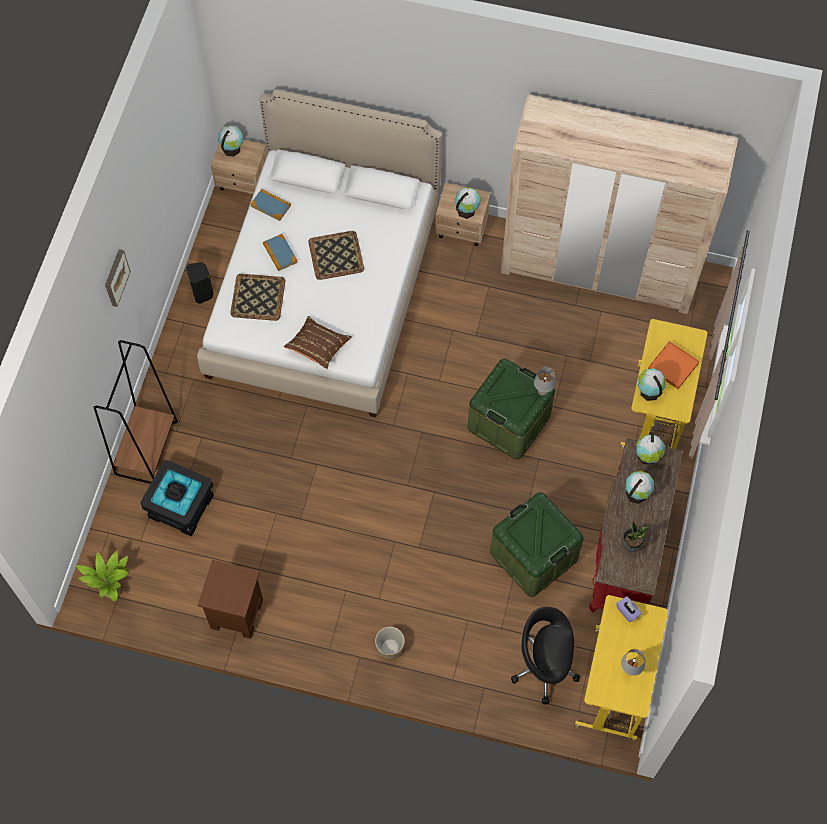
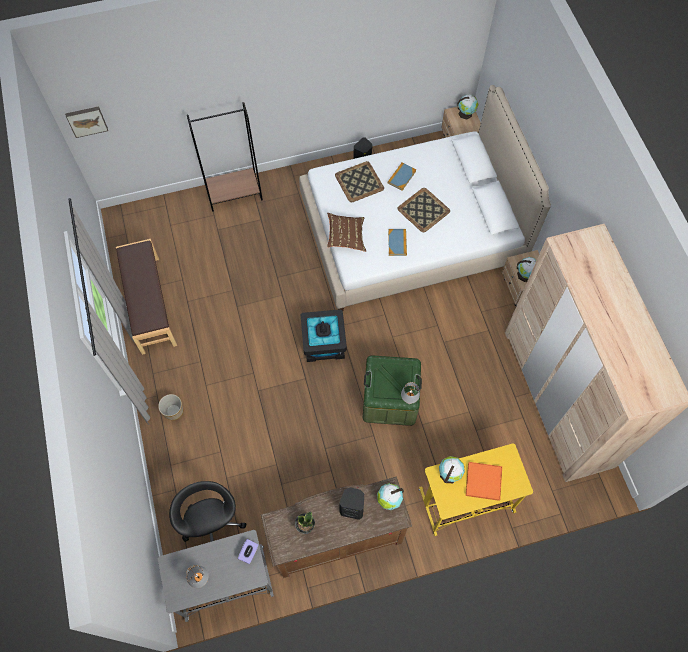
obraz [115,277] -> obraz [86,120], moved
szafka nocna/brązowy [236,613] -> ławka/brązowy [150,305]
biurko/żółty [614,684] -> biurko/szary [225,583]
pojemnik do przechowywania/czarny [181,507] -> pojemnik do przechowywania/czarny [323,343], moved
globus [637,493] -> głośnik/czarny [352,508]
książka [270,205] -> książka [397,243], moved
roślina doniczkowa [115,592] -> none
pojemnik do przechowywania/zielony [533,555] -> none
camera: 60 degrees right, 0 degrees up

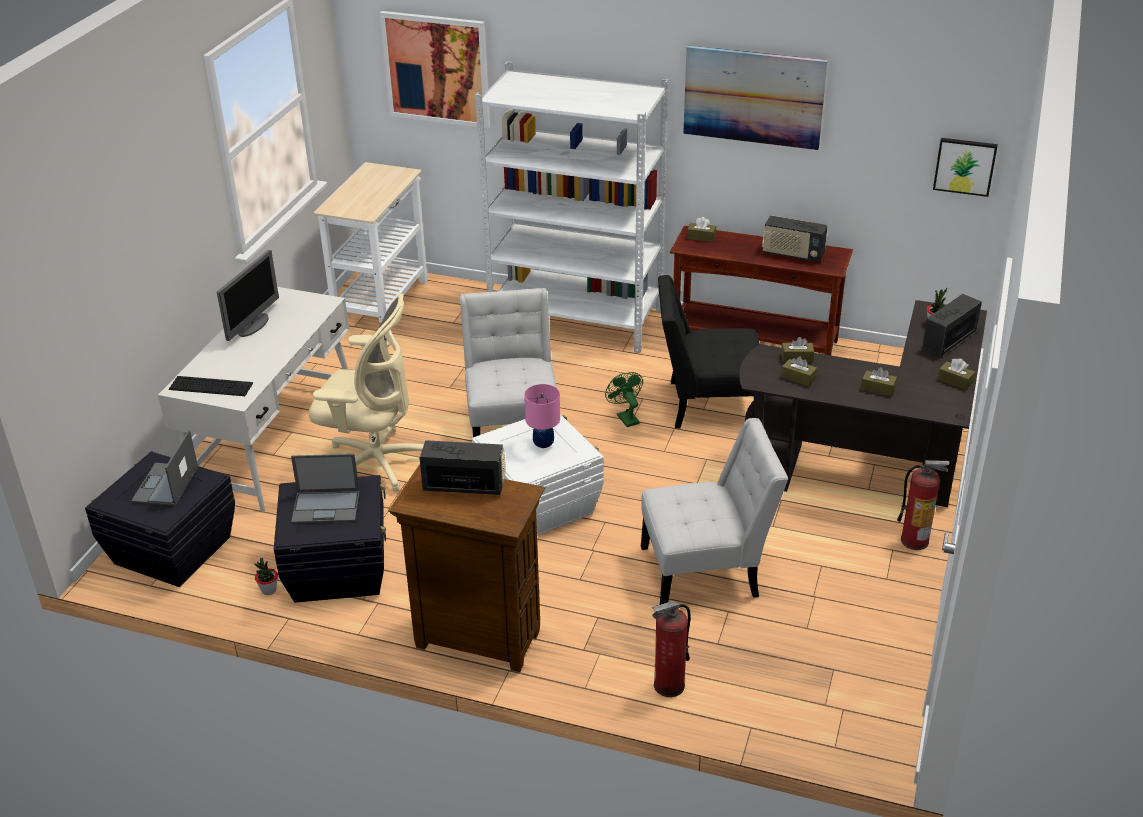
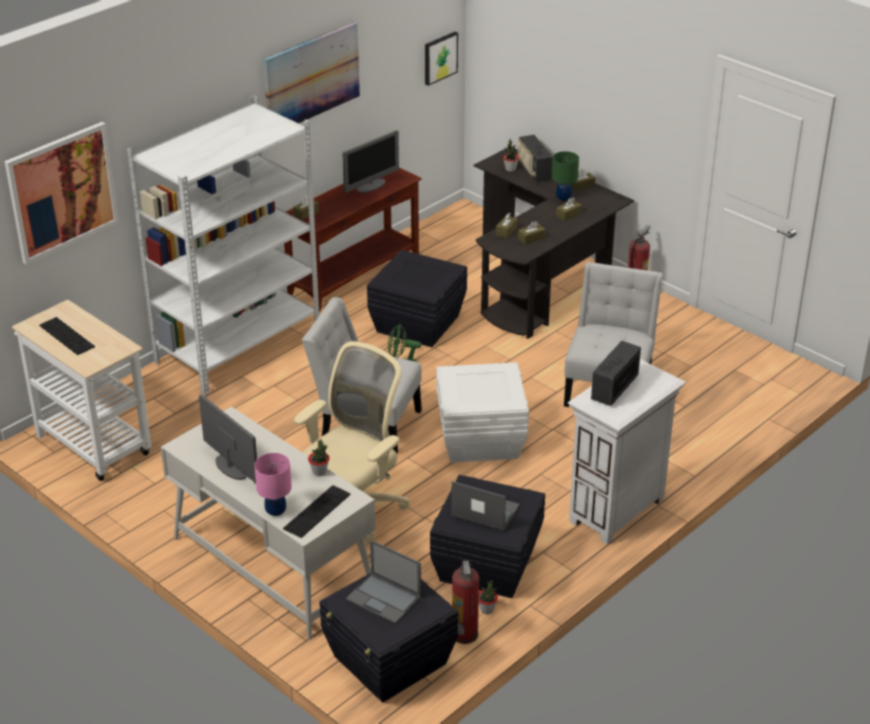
none -> klawiatura [66,336]
lampa stołowa/różowy [544,443] -> lampa stołowa/różowy [275,510], moved
none -> roślina doniczkowa [319,472]
radio [792,254] -> monitor [371,186]
krzesło/czarny [707,404] -> pojemnik do przechowywania/czarny [417,323]
laptop [327,507] -> laptop [484,510], 90 degrees counterclockwise
gaśnica [669,685] -> gaśnica [465,634], moved
none -> lampa stołowa/zielony [562,198]
szafka/brązowy [476,640] -> szafka/biały [616,512]
camera: 65 degrees left, 0 degrees up

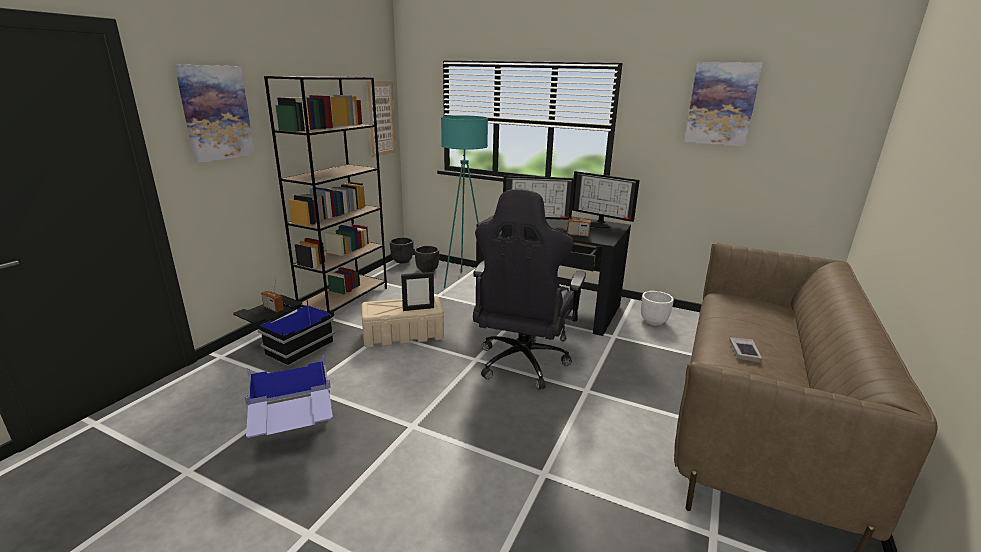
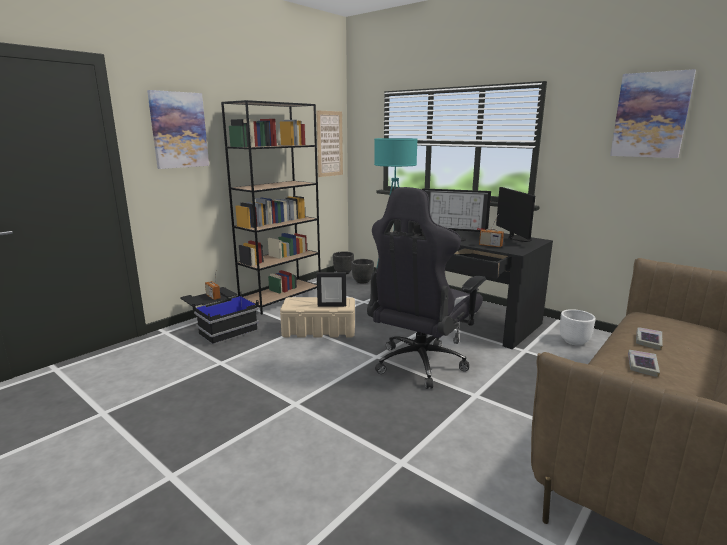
monitor [598,224] -> monitor [517,238], 150 degrees counterclockwise
none -> książka [648,341]
pojemnik do przechowywania/niebieski [294,429] -> none
camera: 15 degrees right, 5 degrees down

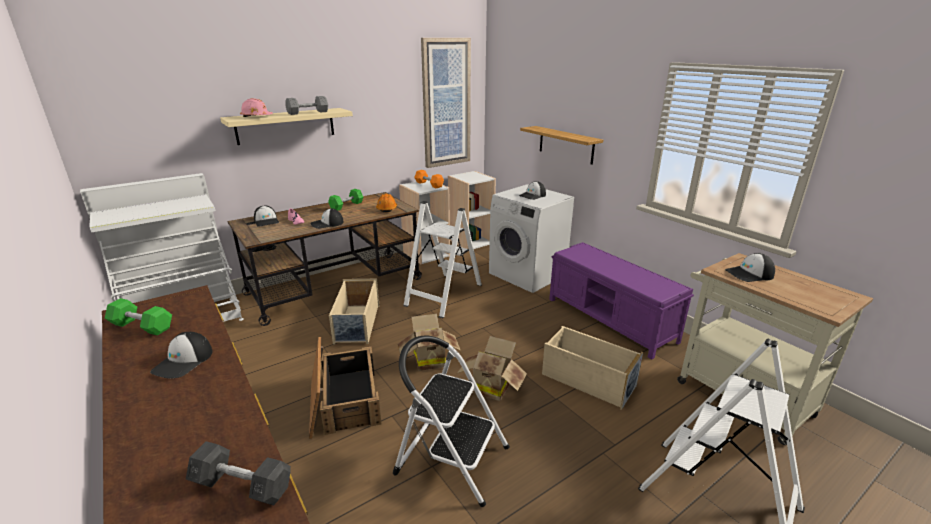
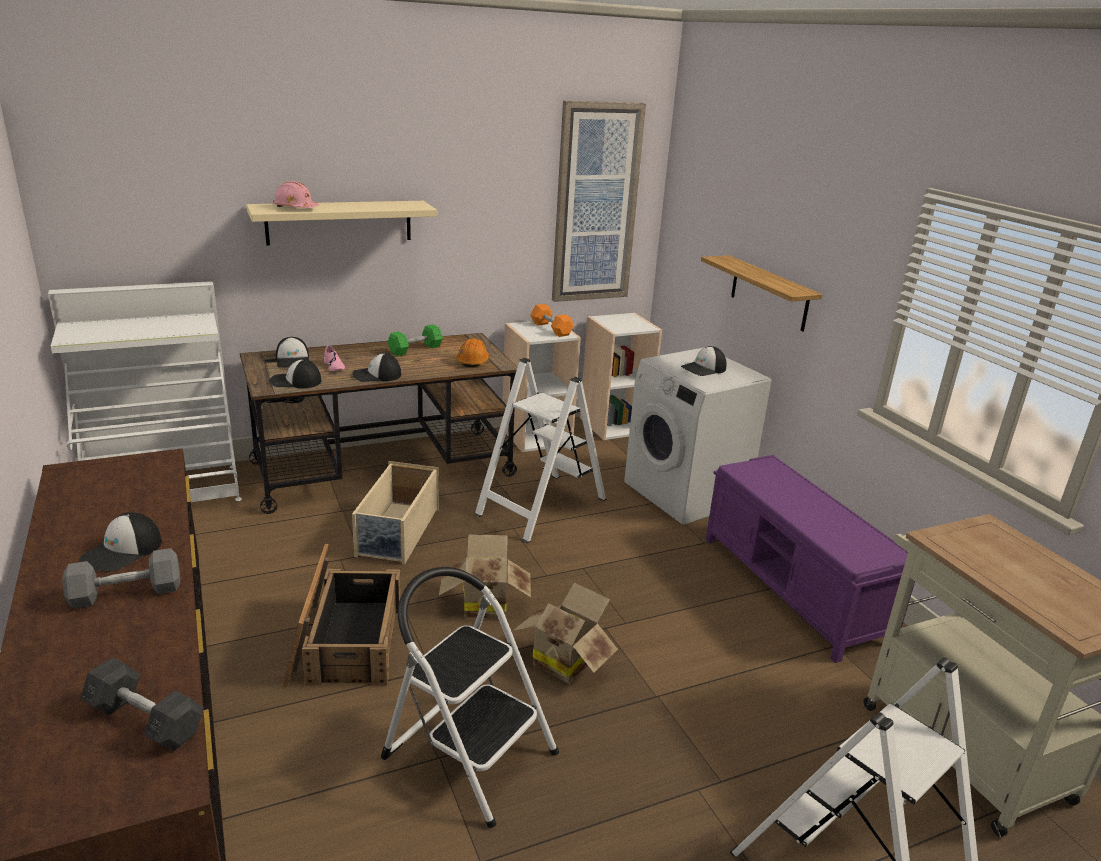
hantel/szary [308,112] -> hantel/szary [126,593], moved
czapka z daszkiem [749,274] -> czapka z daszkiem [295,381], moved
hantel/zielony [142,326] -> none
pojemnik do przechowywania/beżowy [587,380] -> none
camera: 10 degrees right, 0 degrees up

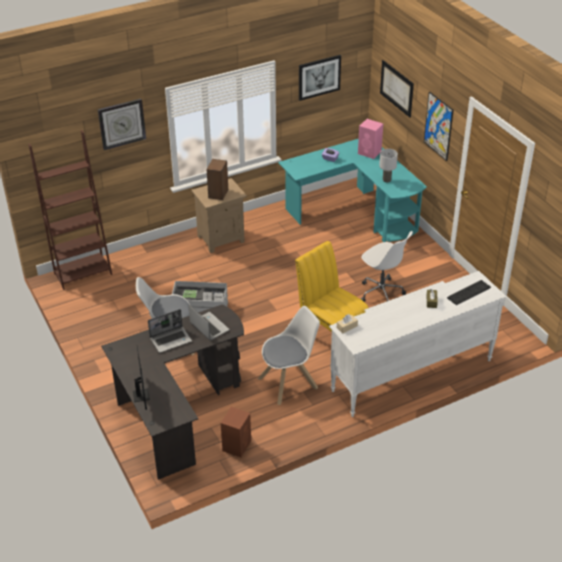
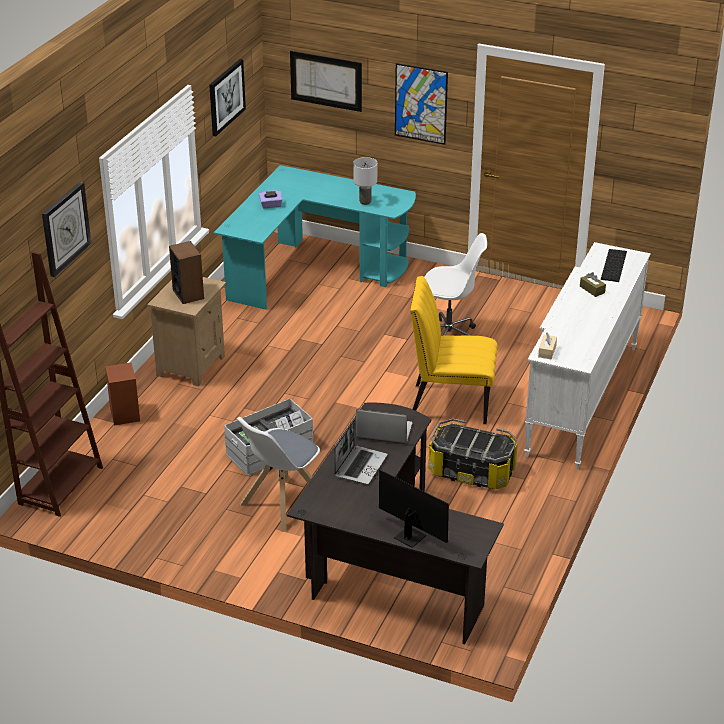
głośnik/brązowy [237,445] -> głośnik/brązowy [125,414], moved
krzesło [289,382] -> pojemnik do przechowywania [472,471]
głośnik/różowy [370,153] -> none
camera: 40 degrees left, 5 degrees down

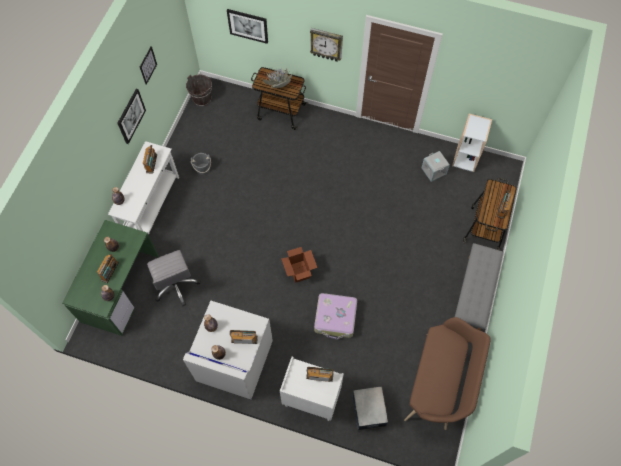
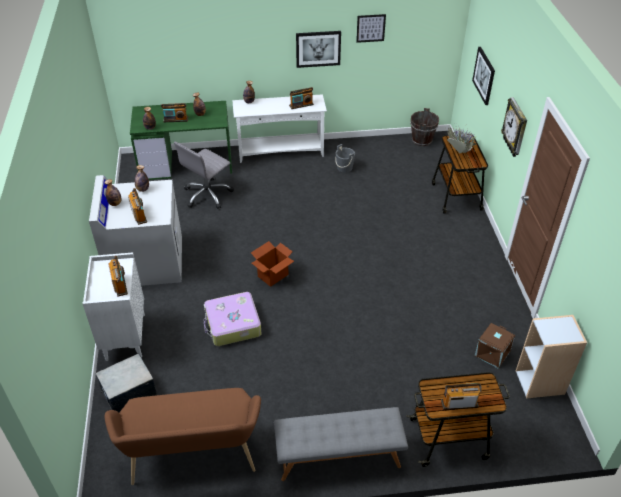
pojemnik do przechowywania/szary [434,171] -> pojemnik do przechowywania/brązowy [492,354]
camera: 65 degrees right, 20 degrees down

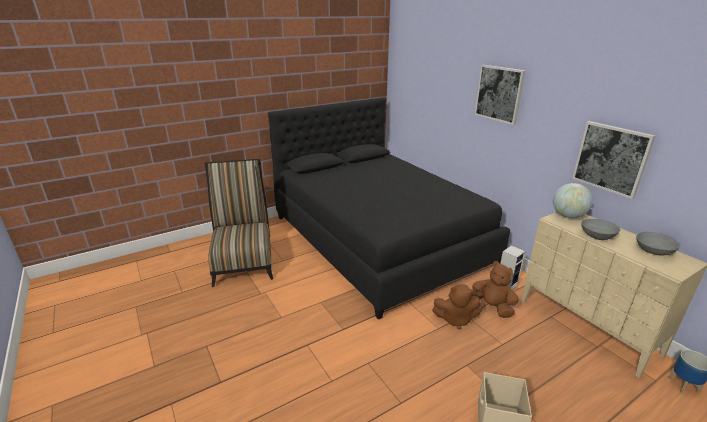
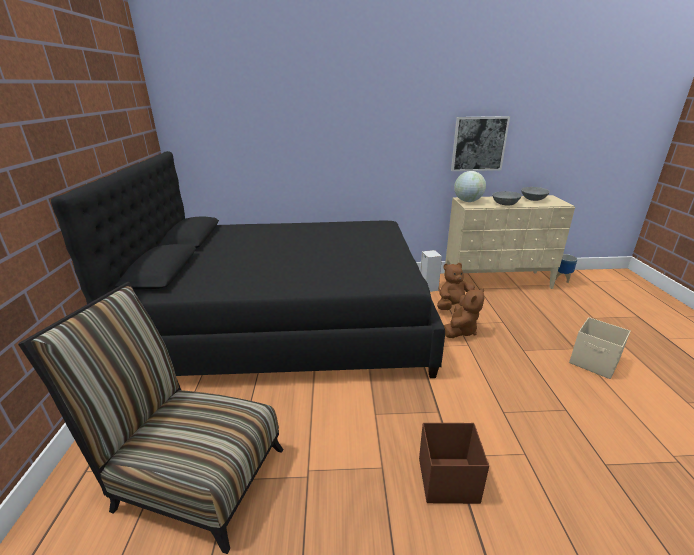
none -> pojemnik do przechowywania/brązowy [446,480]
obraz [499,93] -> none
camera: 60 degrees left, 0 degrees up

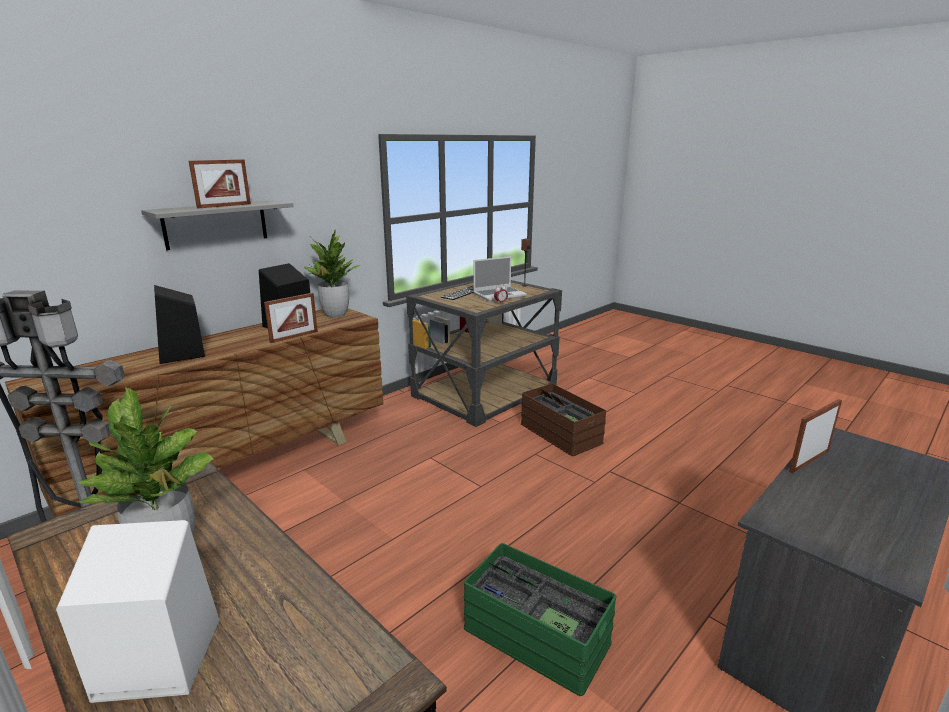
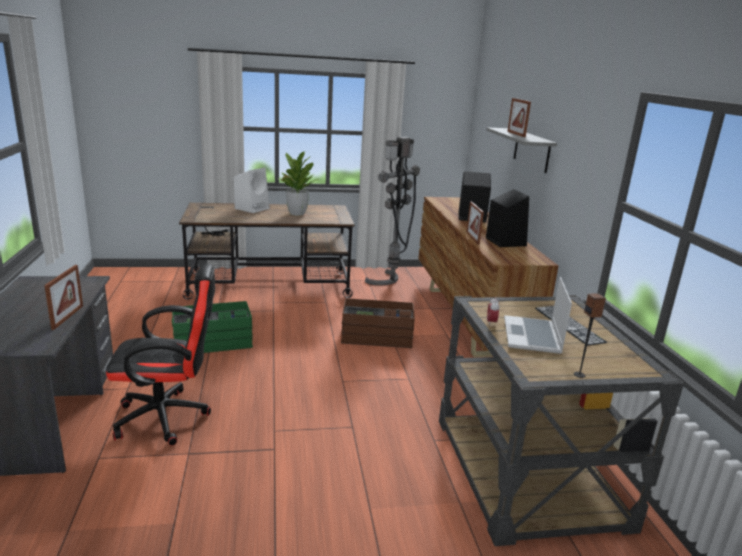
none -> krzesło biurowe/czarny [169,418]
pojemnik do przechowywania/brązowy [559,433] -> pojemnik do przechowywania/brązowy [377,336], moved
roślina doniczkowa [335,314] -> none
camera: 125 degrees right, 0 degrees up

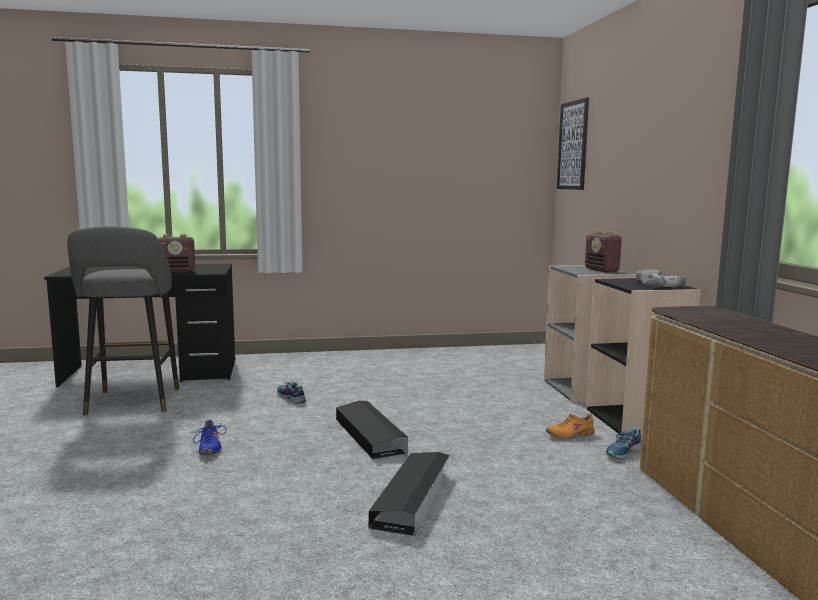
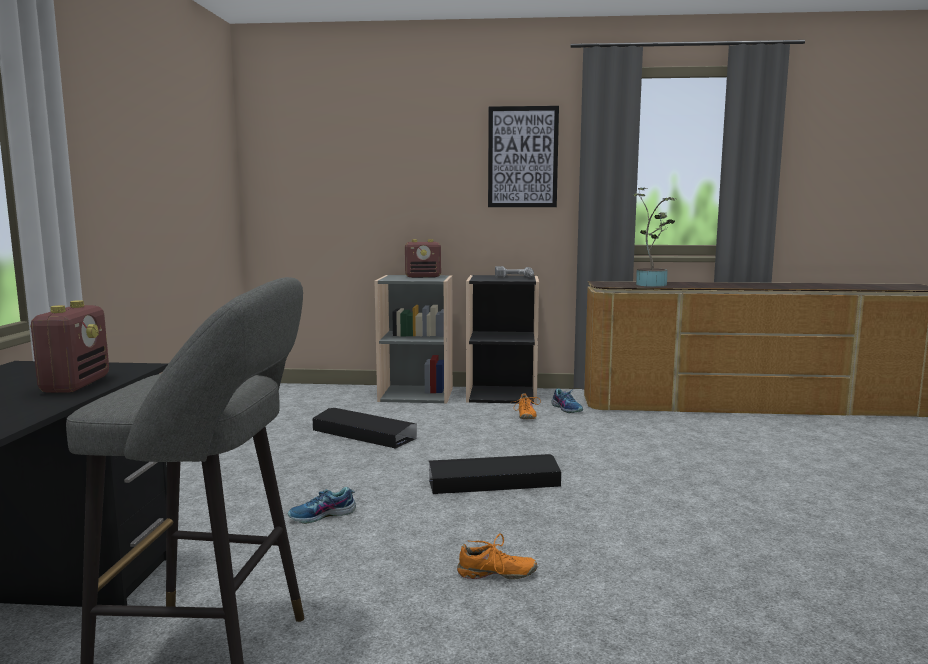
pojemnik do przechowywania/czarny [413,498] -> pojemnik do przechowywania/czarny [363,434], moved
but/niebieski [209,448] -> but/pomarańczowy [496,574]
obraz [573,145] -> obraz [522,157], moved
none -> roślina doniczkowa [652,284]
camera: 75 degrees left, 0 degrees up

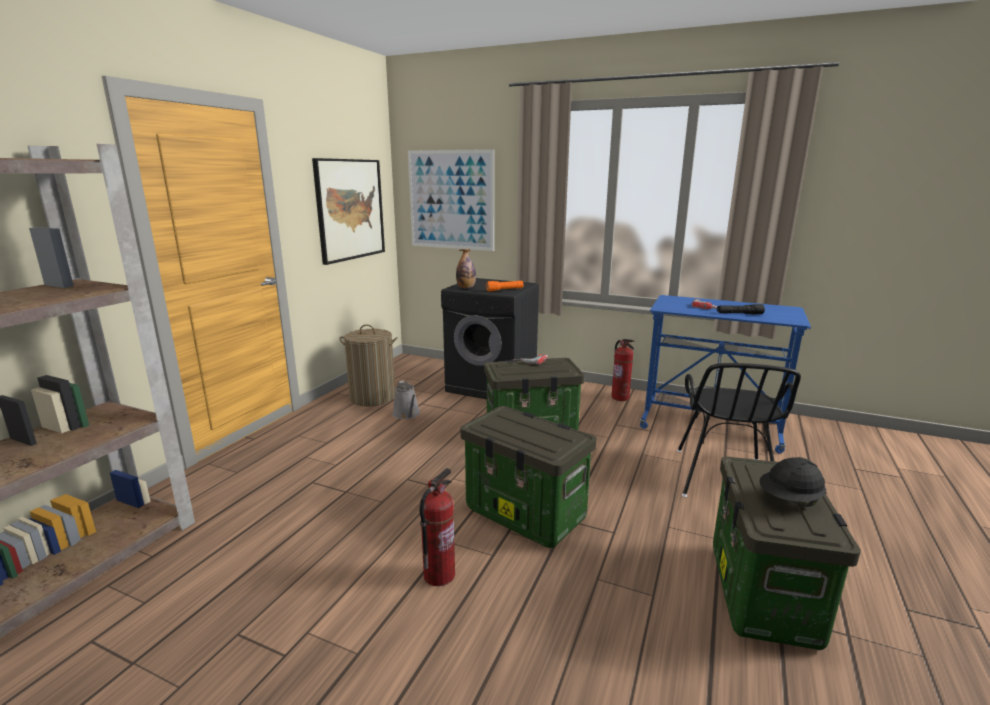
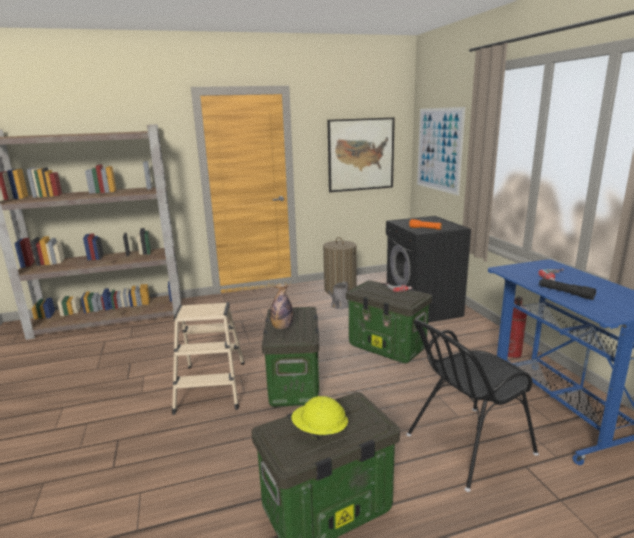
gaśnica [439,575] -> drabinka/beżowy [211,385]
butelka [466,288] -> butelka [282,327], moved
kask/czarny [789,500] -> kask/żółty [319,431]
camera: 50 degrees right, 0 degrees up

